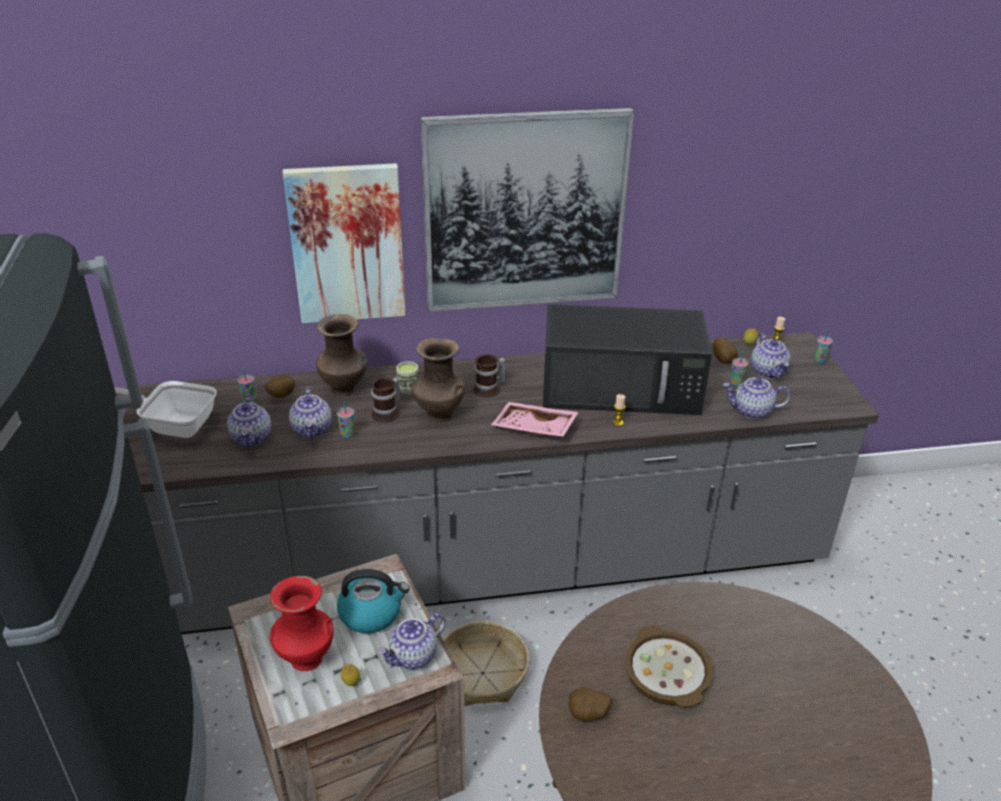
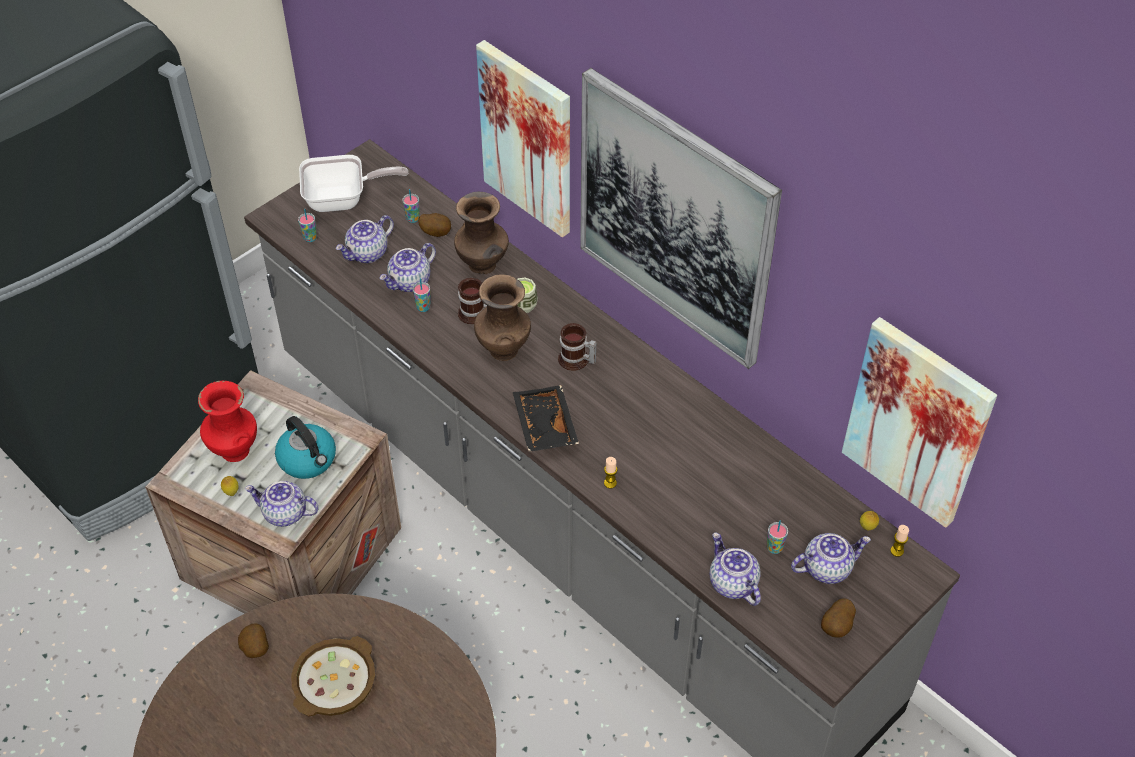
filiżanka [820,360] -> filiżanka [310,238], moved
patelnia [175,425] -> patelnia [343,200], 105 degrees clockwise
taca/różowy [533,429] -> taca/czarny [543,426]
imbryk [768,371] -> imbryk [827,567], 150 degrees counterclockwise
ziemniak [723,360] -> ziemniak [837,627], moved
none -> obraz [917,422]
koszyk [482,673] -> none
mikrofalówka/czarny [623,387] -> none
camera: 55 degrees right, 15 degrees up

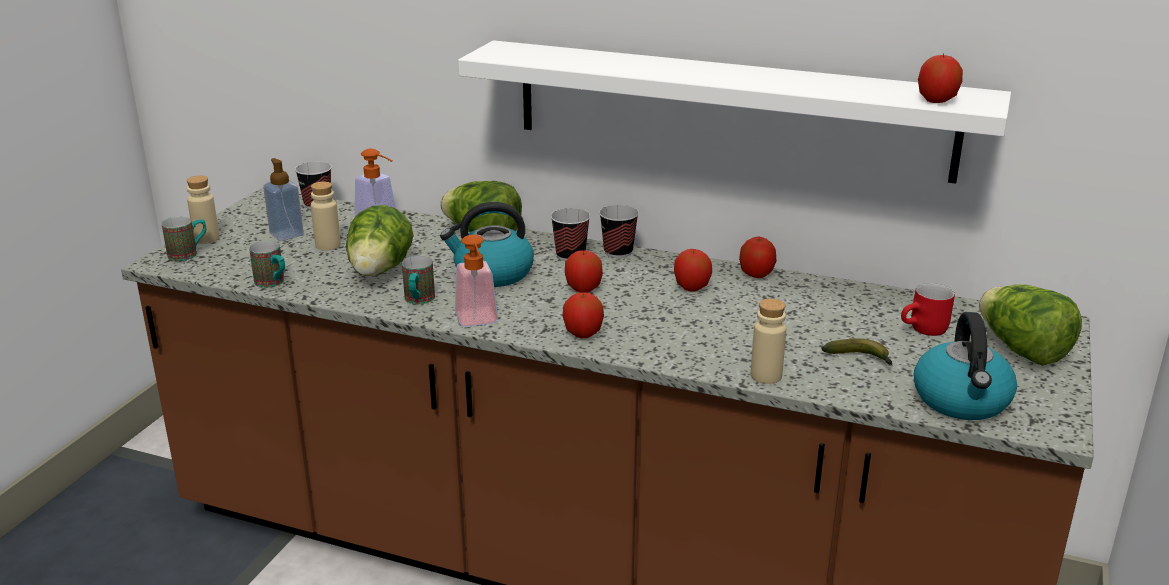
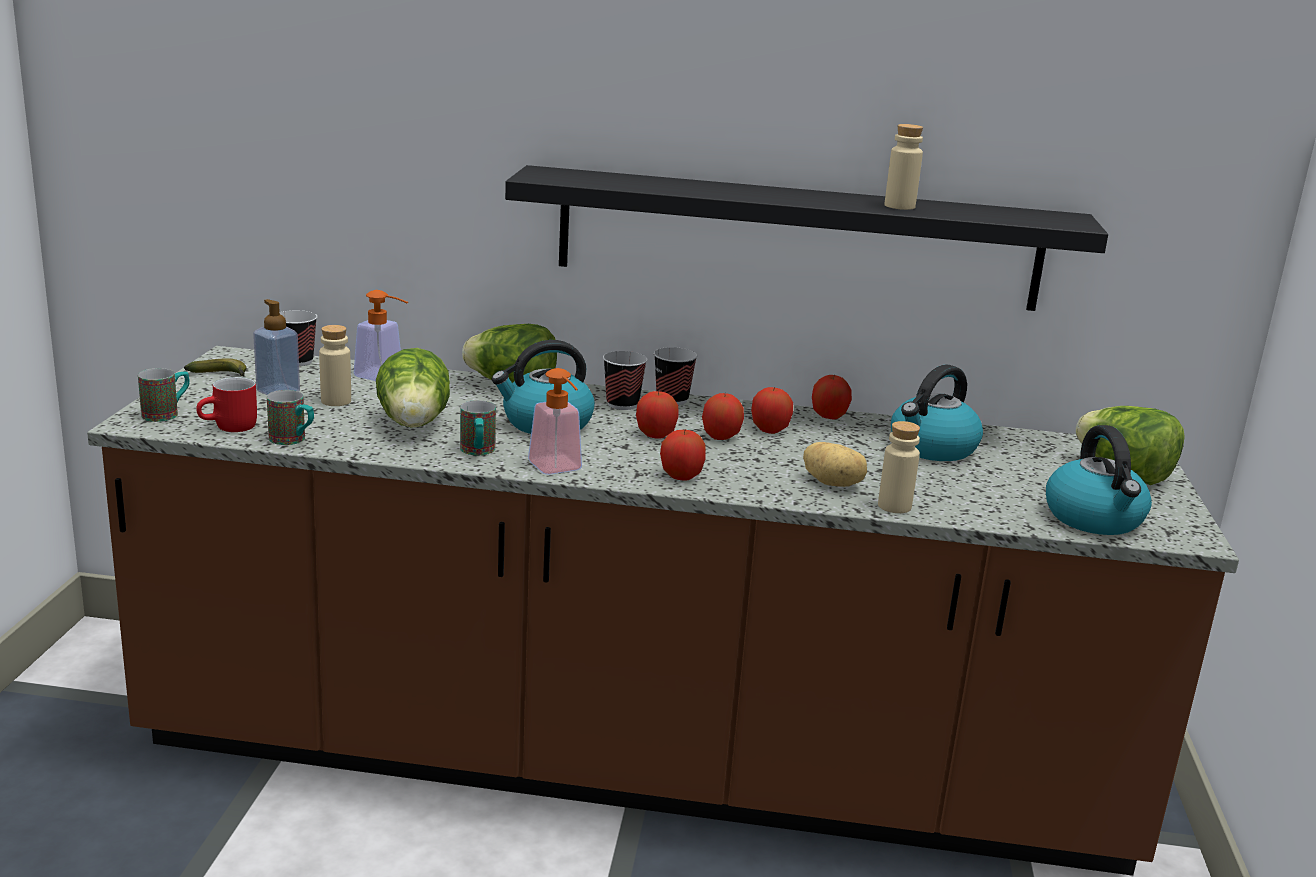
banan [860,359] -> banan [222,376], moved
kubek/czerwony [925,330] -> kubek/czerwony [230,428], moved
półka/biały [730,109] -> półka/czarny [797,238]
jabłko [937,100] -> jabłko [721,436], moved
none -> ziemniak [833,483]
butelka/beżowy [206,239] -> butelka/beżowy [899,206], moved
none -> czajnik [932,448]
camera: 15 degrees left, 5 degrees down

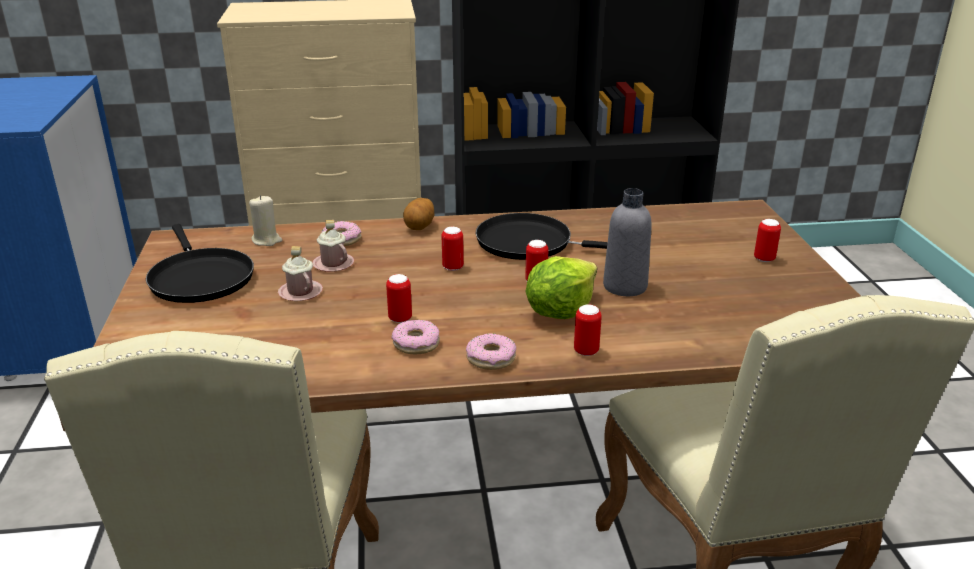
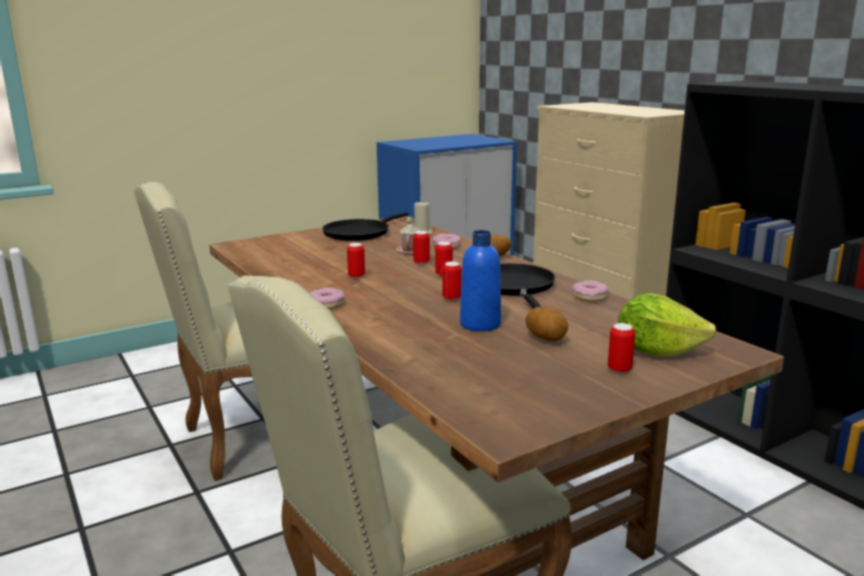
puszka [586,351] -> puszka [421,262], moved
butelka/szary [625,286] -> butelka/niebieski [480,324]
none -> ziemniak [546,338]
donut [416,344] -> donut [590,297], moved
sałata [560,311] -> sałata [657,351], moved
kubek/różowy [300,292] -> none
camera: 65 degrees right, 10 degrees down

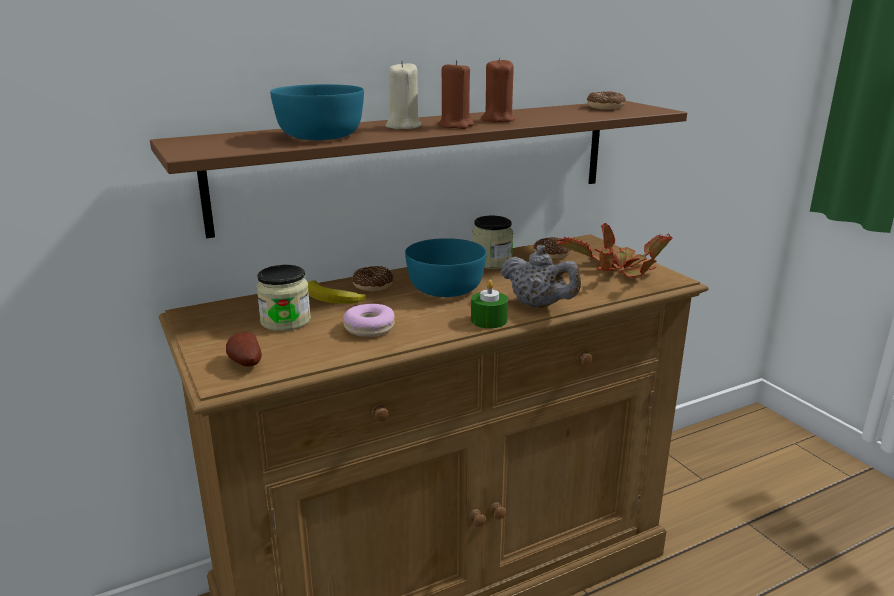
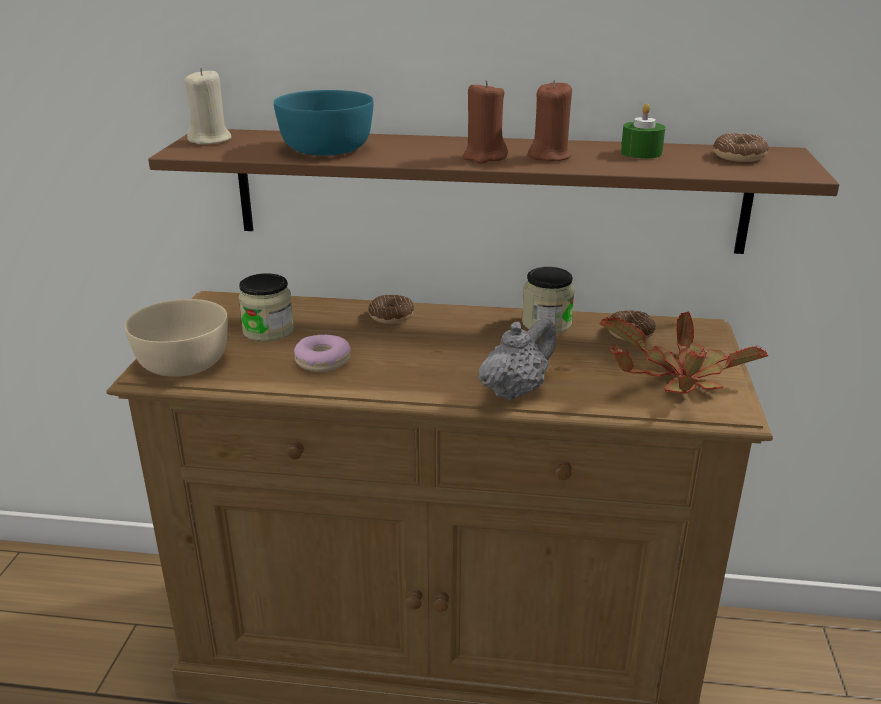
ziemniak [244,363] -> miska/beżowy [184,362]
świeca/beżowy [403,126] -> świeca/beżowy [210,140], moved
imbryk/szary [538,305] -> imbryk/szary [515,391], 120 degrees counterclockwise
świeca/zielony [489,320] -> świeca/zielony [641,153], moved
banan [332,298] -> none
miska/turkusowy [444,288] -> none
camera: 35 degrees right, 5 degrees up

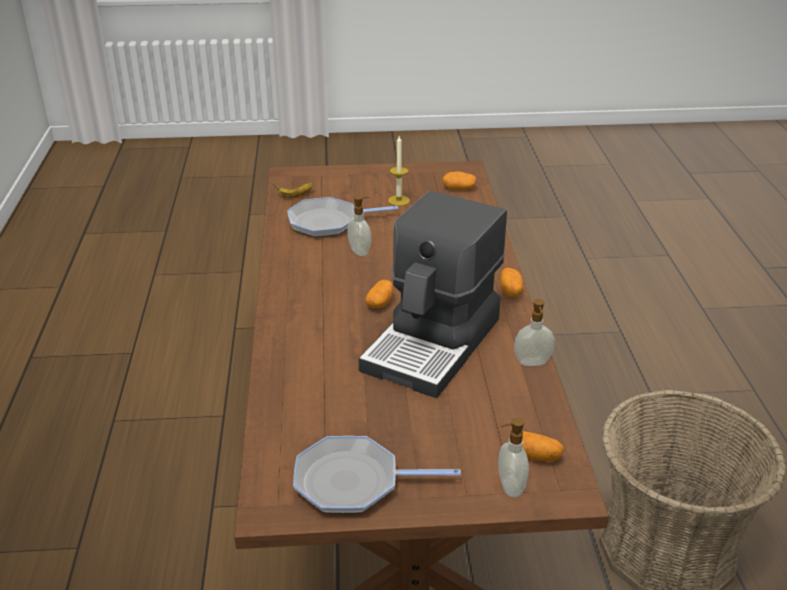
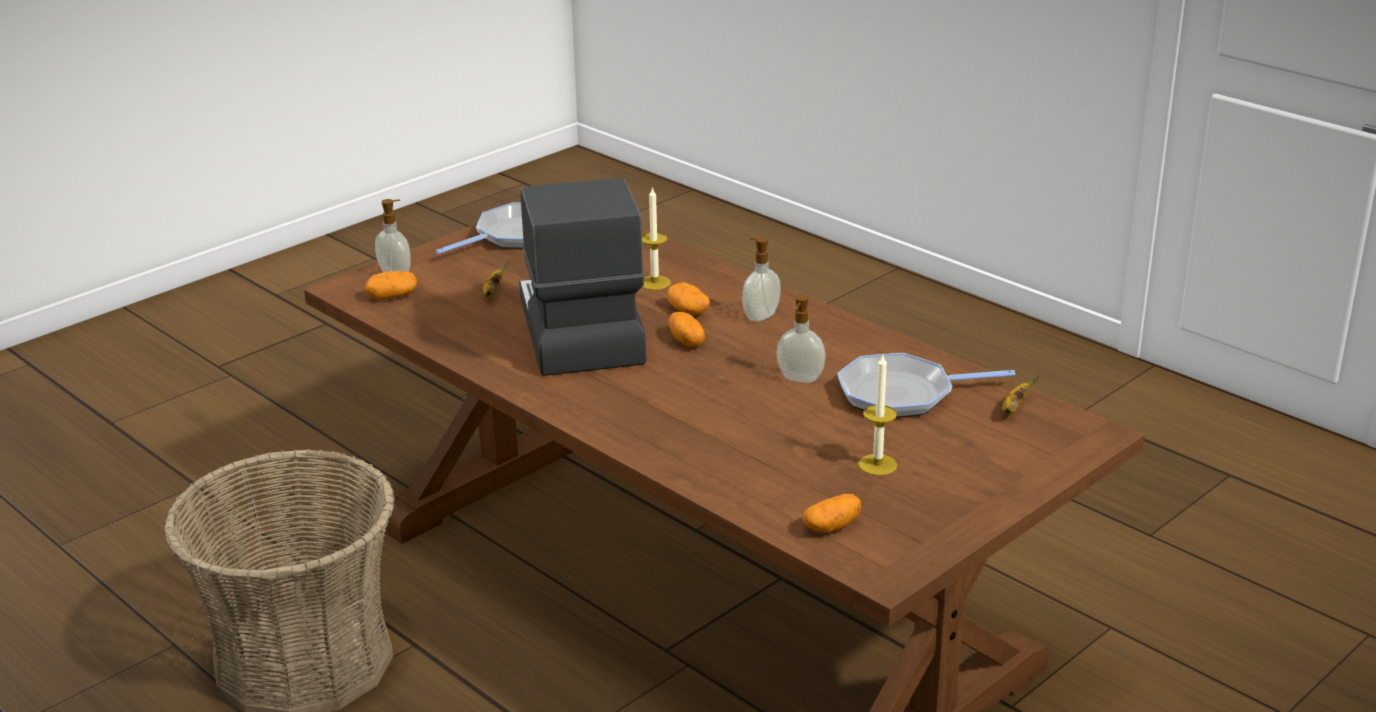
none -> banan [493,292]
none -> świeca [655,283]
ziemniak [510,291] -> ziemniak [688,311], moved
dozownik mydła [532,363] -> dozownik mydła [760,316], moved
patelnia [328,222] -> patelnia [902,394], 135 degrees counterclockwise
camera: 140 degrees right, 5 degrees down

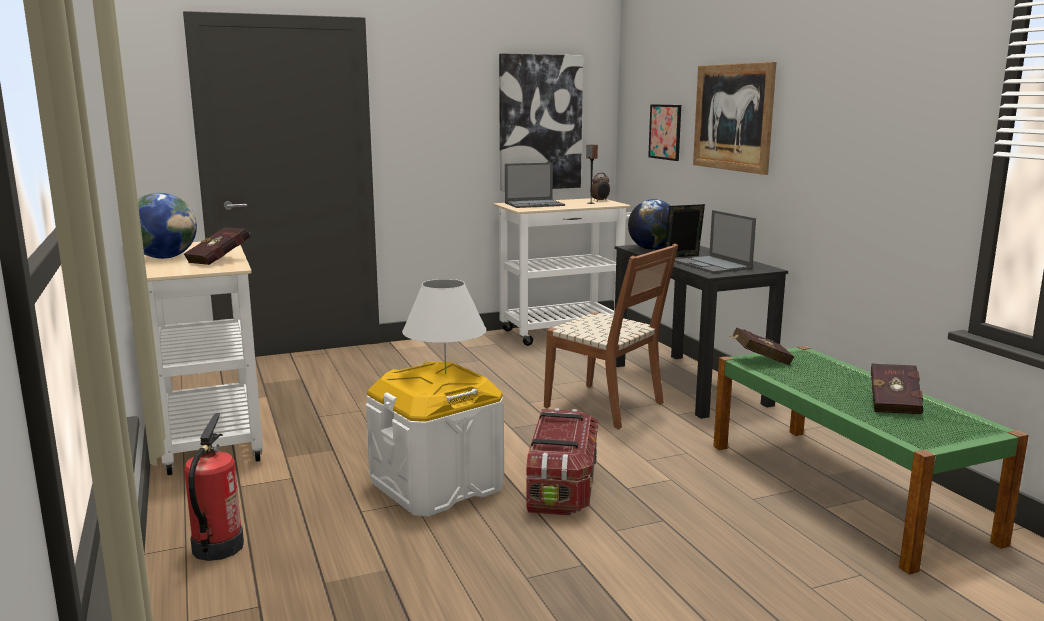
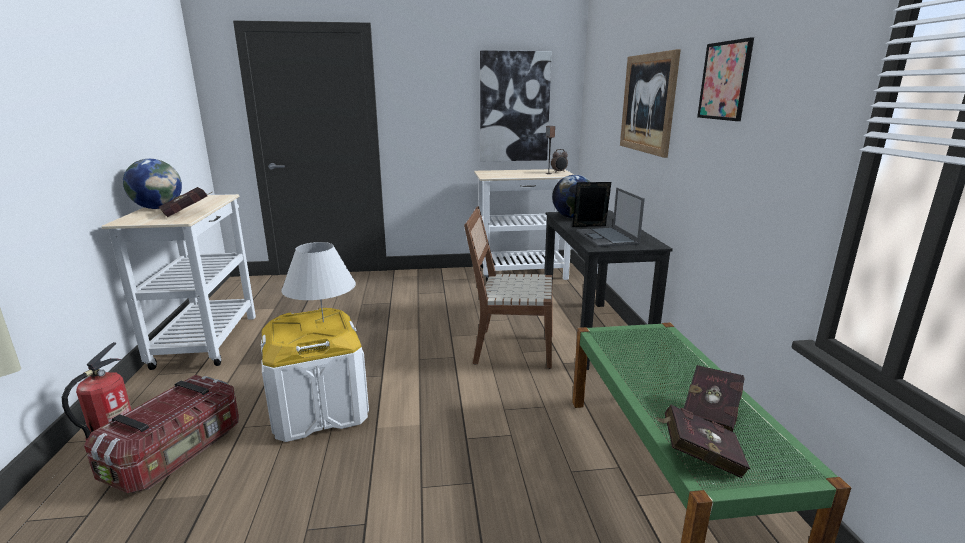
pojemnik do przechowywania [562,486] -> pojemnik do przechowywania [177,453], moved
krzesło [608,407] -> krzesło [509,348], 135 degrees clockwise
książka/czerwony [758,360] -> książka/czerwony [697,456], moved
obraz [665,132] -> obraz [724,81], moved
laptop [535,204] -> none
camera: 15 degrees right, 5 degrees up

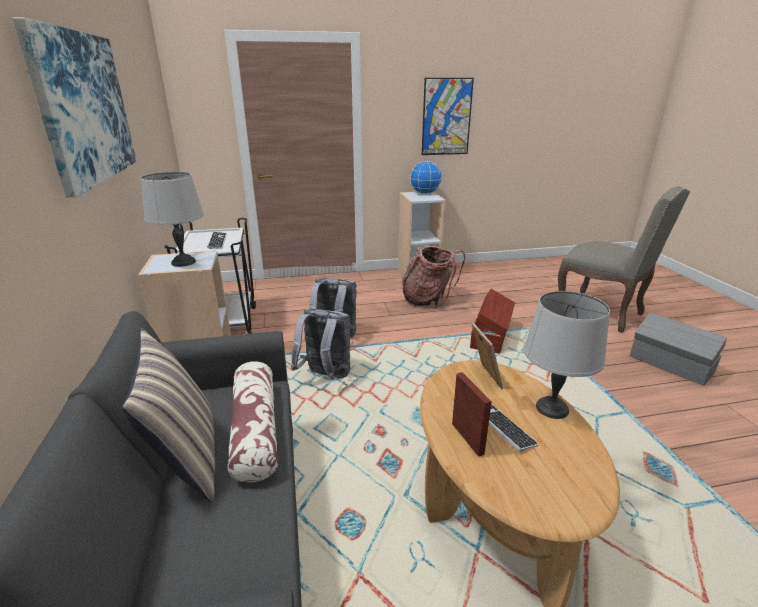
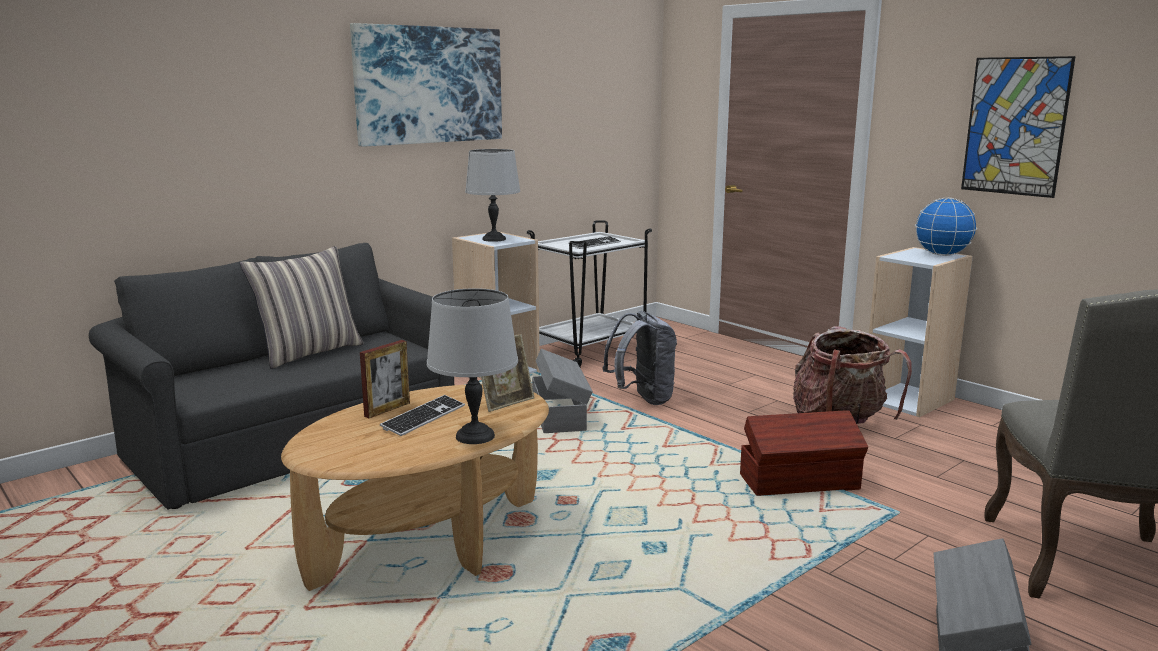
plecak/szary [325,376] -> pojemnik do przechowywania/szary [559,415]
poduszka [255,430] -> none
camera: 60 degrees right, 10 degrees down

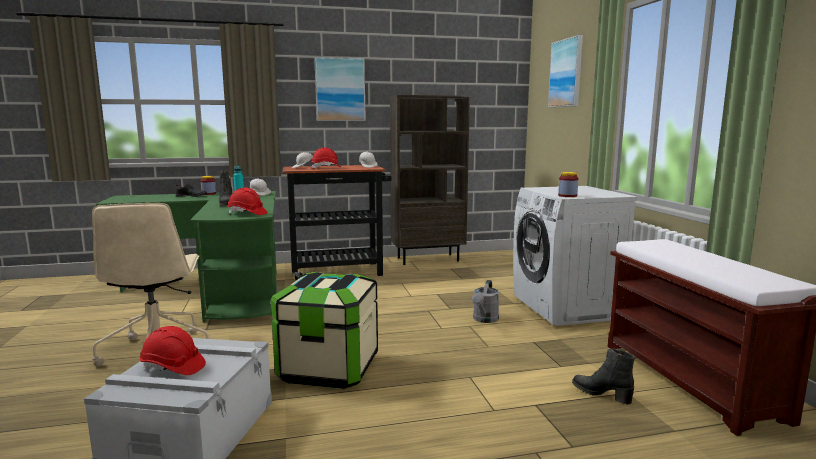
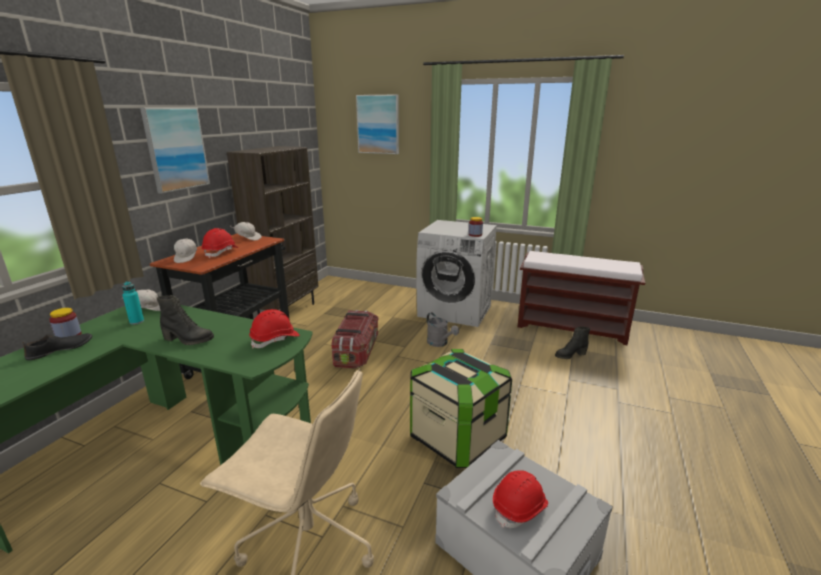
none -> pojemnik do przechowywania [357,352]
camera: 55 degrees left, 10 degrees up

